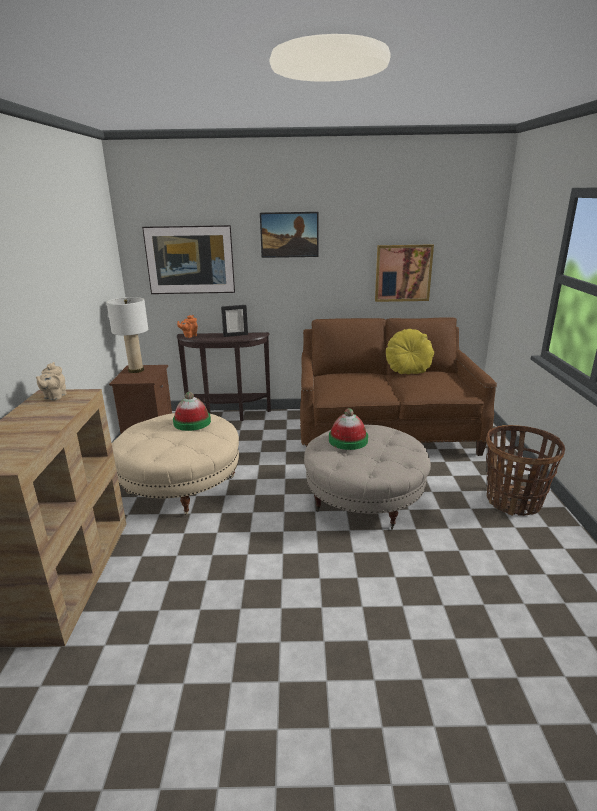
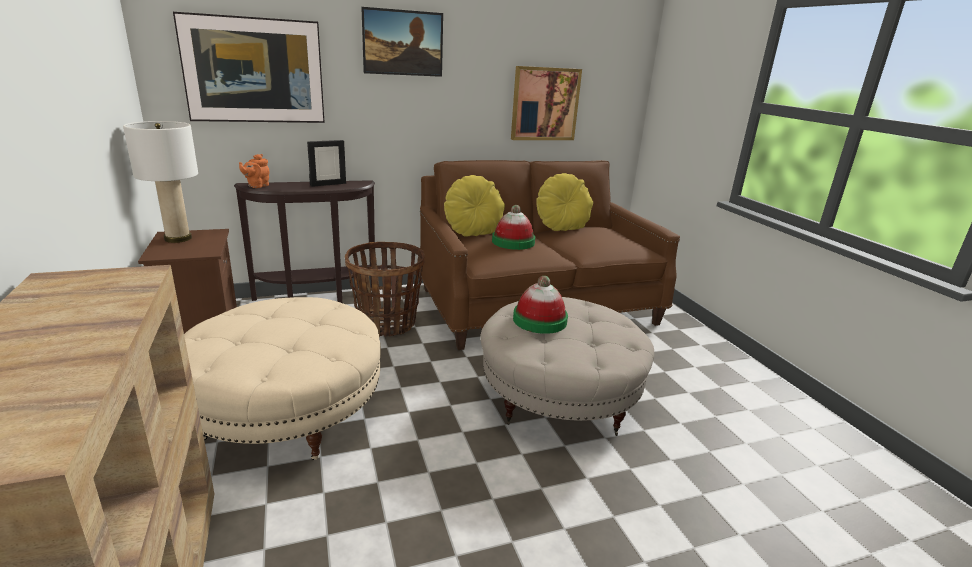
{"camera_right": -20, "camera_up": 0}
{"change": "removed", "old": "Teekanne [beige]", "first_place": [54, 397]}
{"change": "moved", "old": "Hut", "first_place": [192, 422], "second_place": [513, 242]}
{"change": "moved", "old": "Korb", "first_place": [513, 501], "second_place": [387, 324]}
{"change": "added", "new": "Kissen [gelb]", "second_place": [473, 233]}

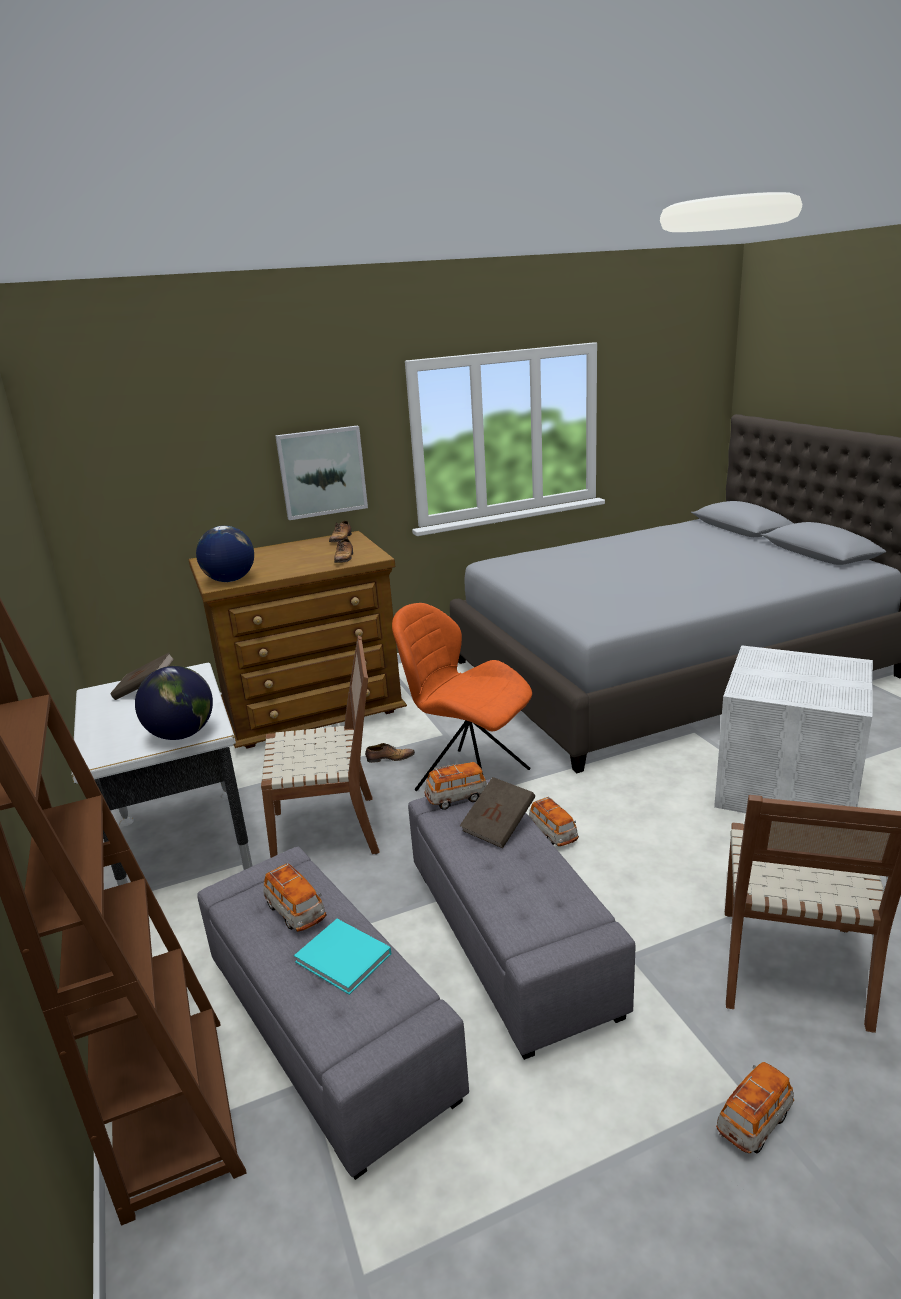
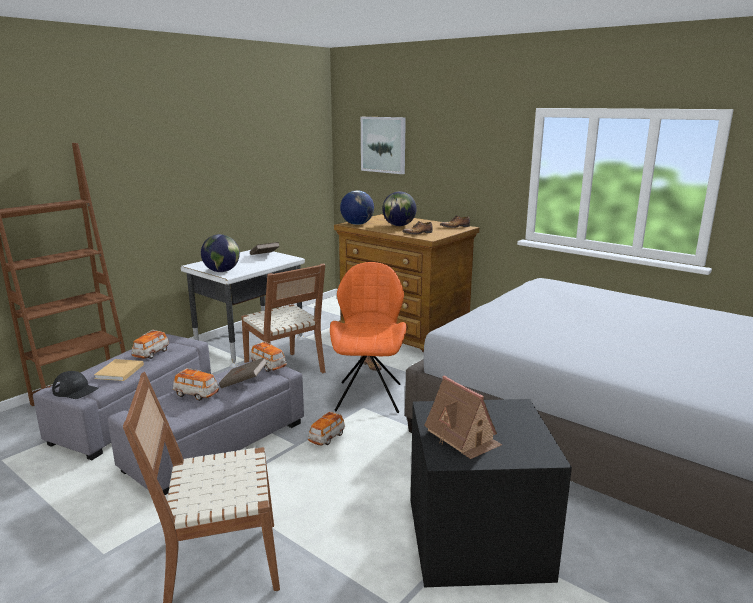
{"camera_right": 60, "camera_up": -5}
{"change": "moved", "old": "Bild", "first_place": [322, 472], "second_place": [383, 144]}
{"change": "recoloured", "old": "Buch [türkis]", "new": "Buch [beige]", "first_place": [345, 959], "second_place": [119, 372]}
{"change": "recoloured", "old": "Aufbewahrungsbox [weiß]", "new": "Aufbewahrungsbox [schwarz]", "first_place": [789, 787], "second_place": [475, 539]}
{"change": "moved", "old": "Spielzeugauto", "first_place": [754, 1121], "second_place": [196, 394]}
{"change": "added", "new": "Kappe [schwarz]", "second_place": [75, 390]}
{"change": "added", "new": "Globus", "second_place": [399, 225]}
{"change": "added", "new": "Spielzeughaus", "second_place": [462, 437]}

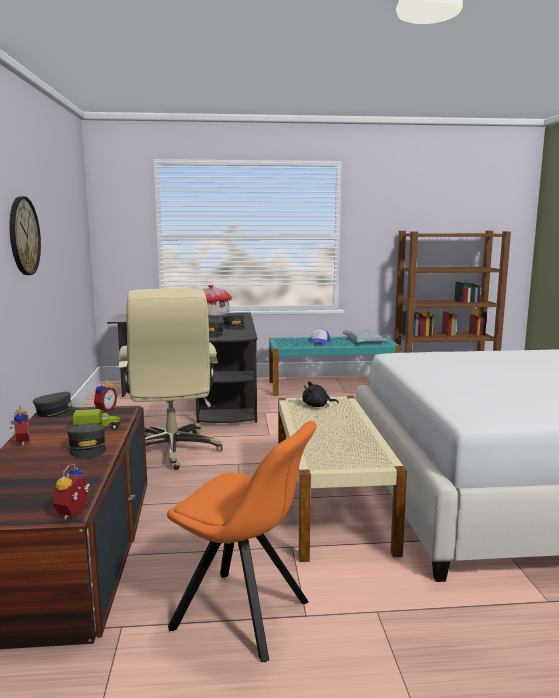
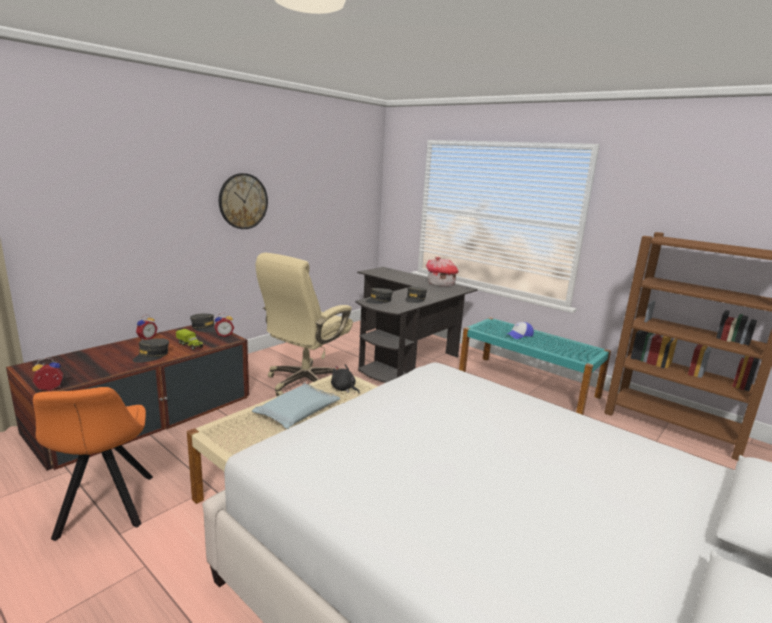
{"camera_right": 45, "camera_up": 5}
{"change": "moved", "old": "Kissen [blau]", "first_place": [364, 340], "second_place": [297, 410]}

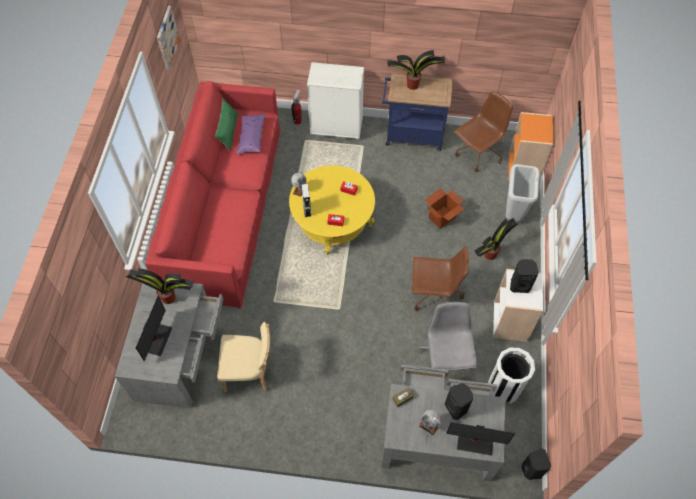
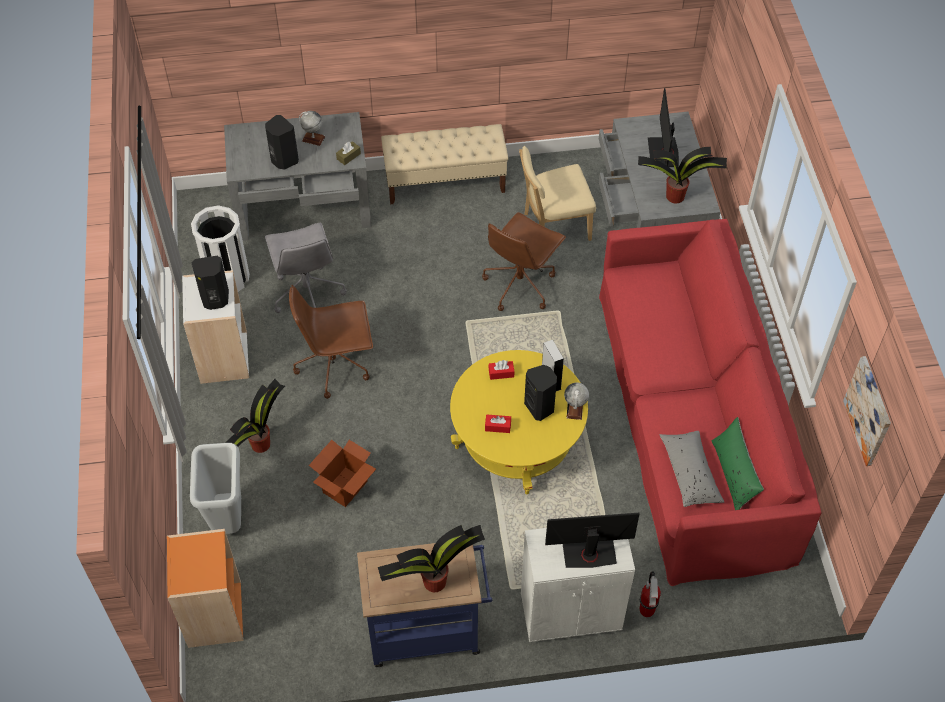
{"camera_right": 165, "camera_up": -5}
{"change": "recoloured", "old": "Kissen [lila]", "new": "Kissen [grau]", "first_place": [251, 137], "second_place": [690, 473]}
{"change": "moved", "old": "Monitor", "first_place": [475, 440], "second_place": [588, 551]}
{"change": "moved", "old": "Bürostuhl [braun]", "first_place": [477, 154], "second_place": [521, 284]}
{"change": "moved", "old": "Lautsprecher [schwarz]", "first_place": [531, 469], "second_place": [540, 407]}
{"change": "added", "new": "Bank [beige]", "second_place": [445, 182]}

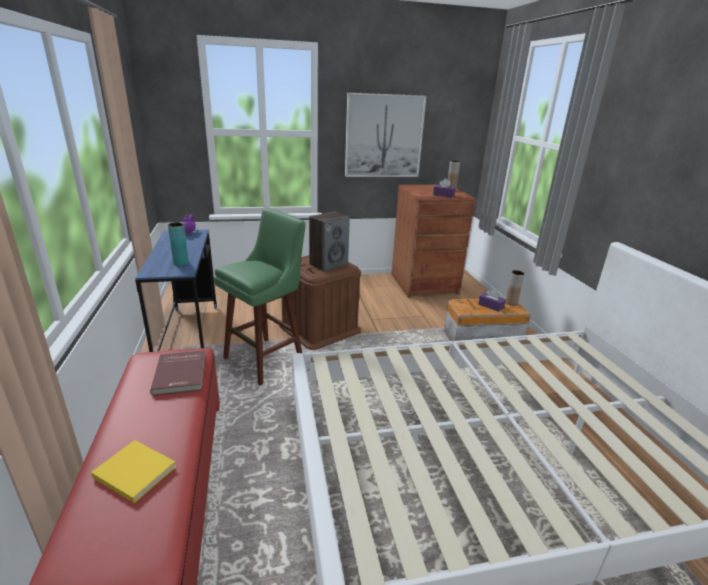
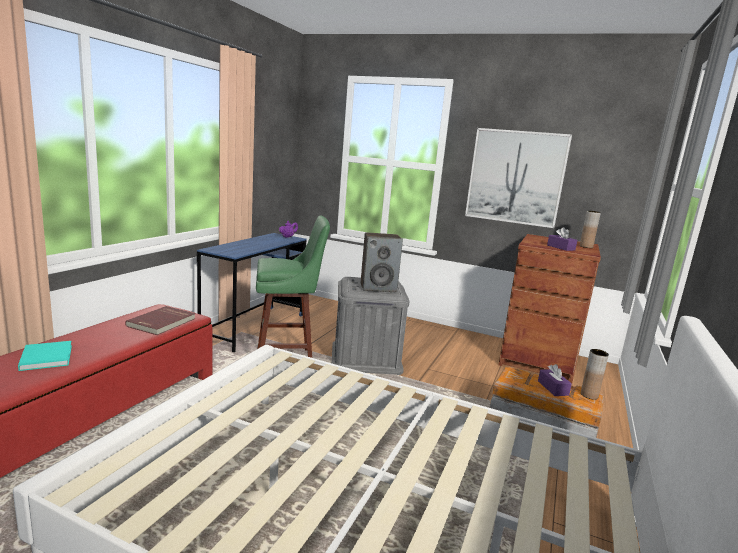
{"camera_right": 35, "camera_up": -10}
{"change": "recoloured", "old": "Buch [gelb]", "new": "Buch [türkis]", "first_place": [133, 471], "second_place": [47, 356]}
{"change": "removed", "old": "Vase [türkis]", "first_place": [181, 263]}
{"change": "recoloured", "old": "Aufbewahrungsbox [braun]", "new": "Aufbewahrungsbox [grau]", "first_place": [319, 328], "second_place": [366, 358]}

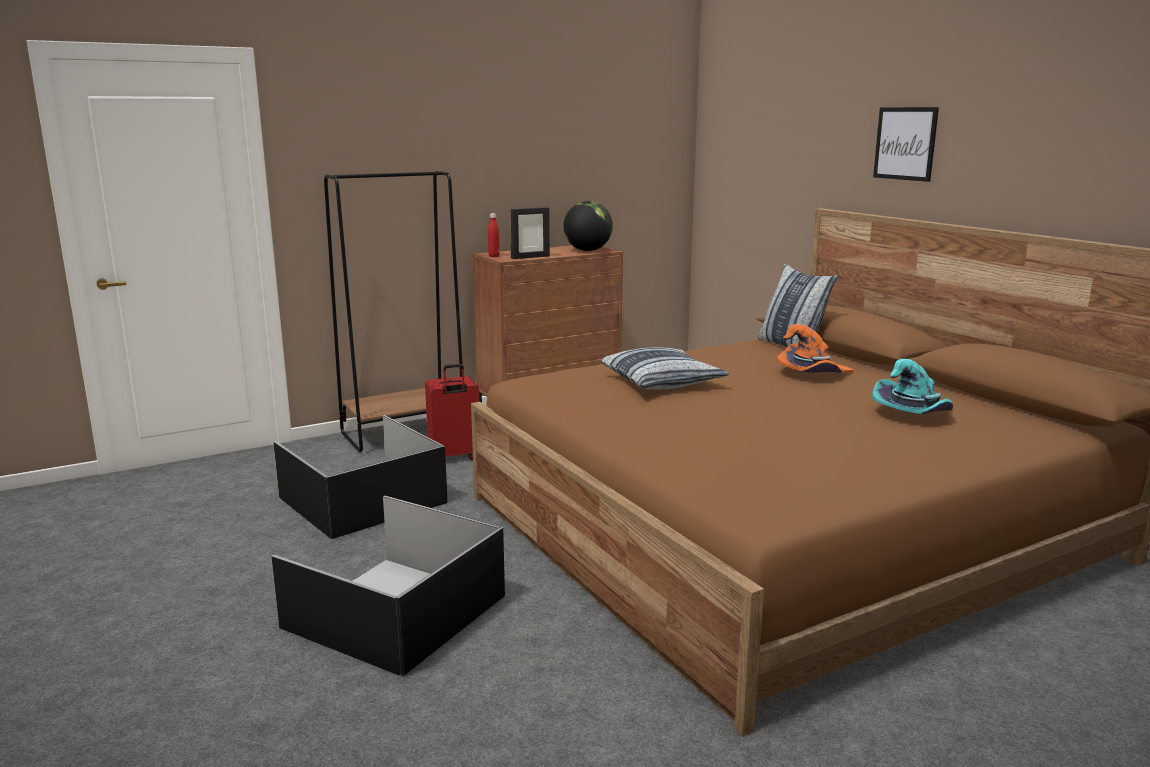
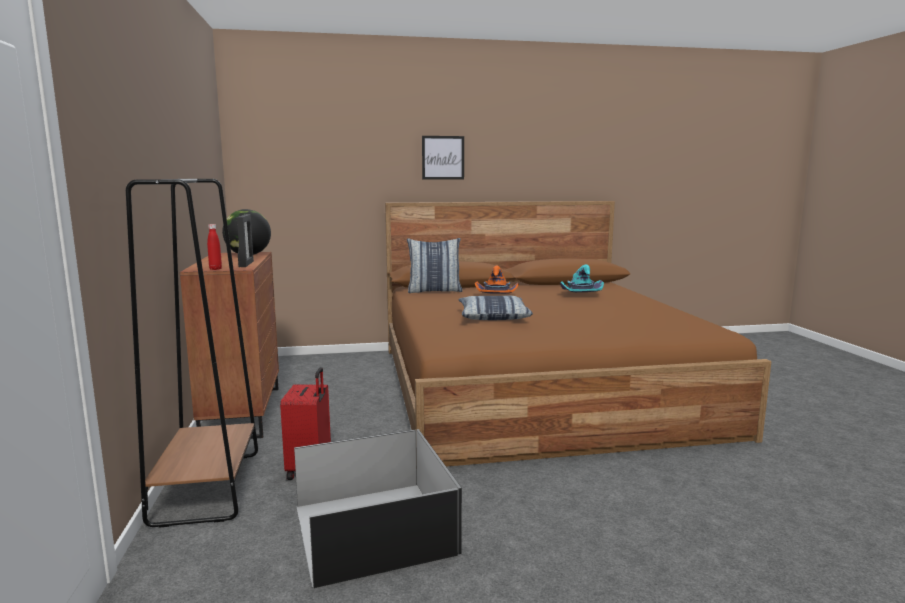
{"camera_right": -70, "camera_up": -5}
{"change": "removed", "old": "Aufbewahrungsbox [schwarz]", "first_place": [397, 610]}

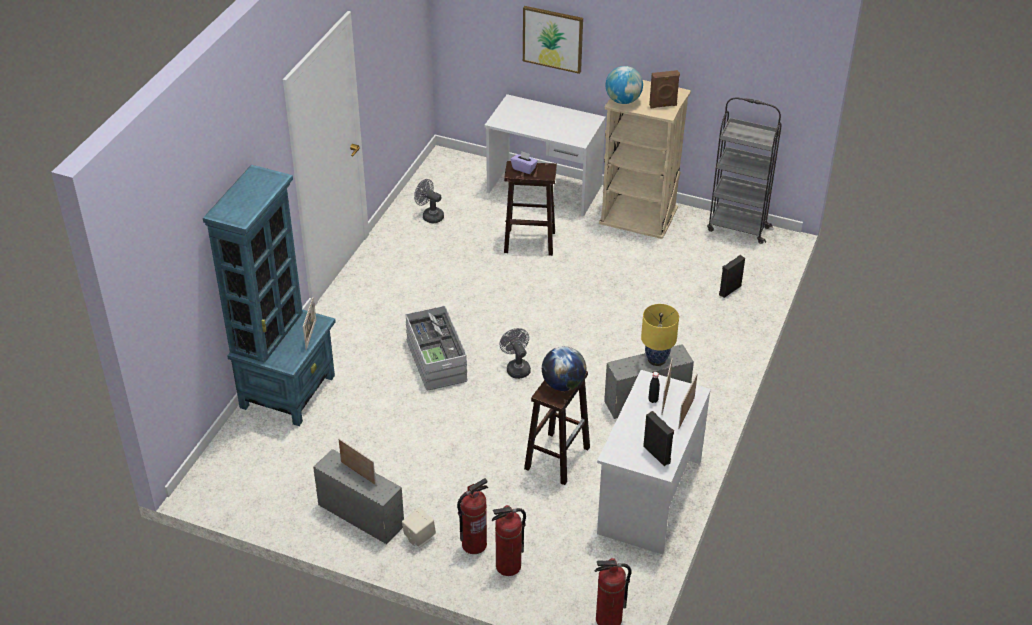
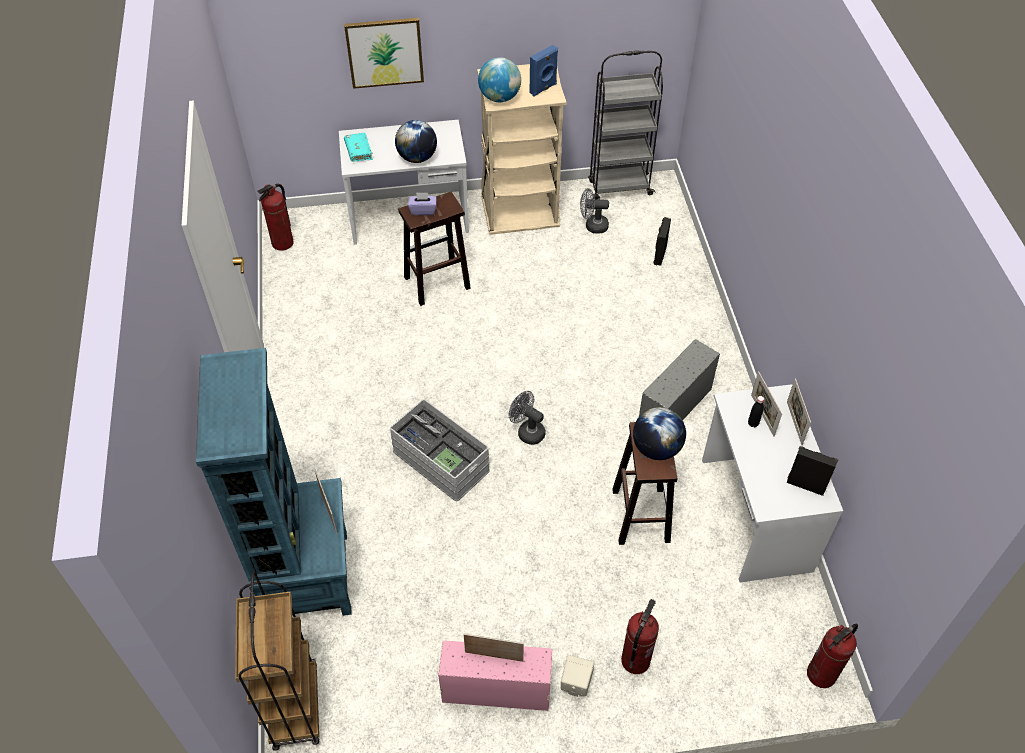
{"camera_right": -30, "camera_up": 10}
{"change": "recoloured", "old": "Aufbewahrungsbox [grau]", "new": "Aufbewahrungsbox [rosa]", "first_place": [359, 514], "second_place": [494, 689]}
{"change": "moved", "old": "Ventilator [grau]", "first_place": [430, 216], "second_place": [592, 226]}
{"change": "moved", "old": "Feuerlöscher", "first_place": [508, 566], "second_place": [282, 243]}
{"change": "removed", "old": "Tischlampe [gelb]", "first_place": [656, 359]}
{"change": "recoloured", "old": "Lautsprecher [braun]", "new": "Lautsprecher [blau]", "first_place": [663, 105], "second_place": [543, 89]}
{"change": "added", "new": "Rollwagen [braun]", "second_place": [295, 708]}
{"change": "added", "new": "Buch [türkis]", "second_place": [358, 151]}
{"change": "added", "new": "Globus", "second_place": [417, 157]}

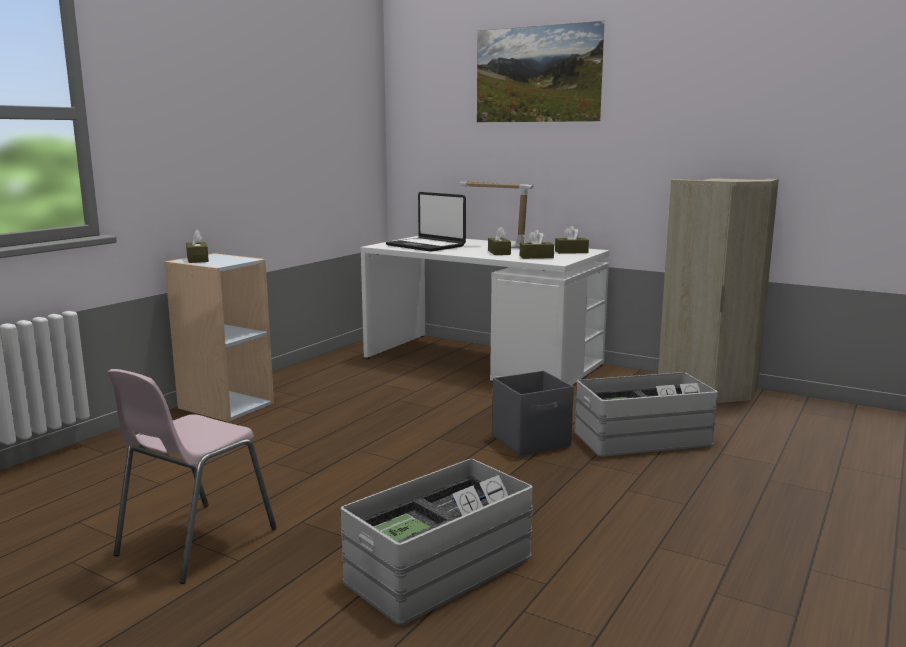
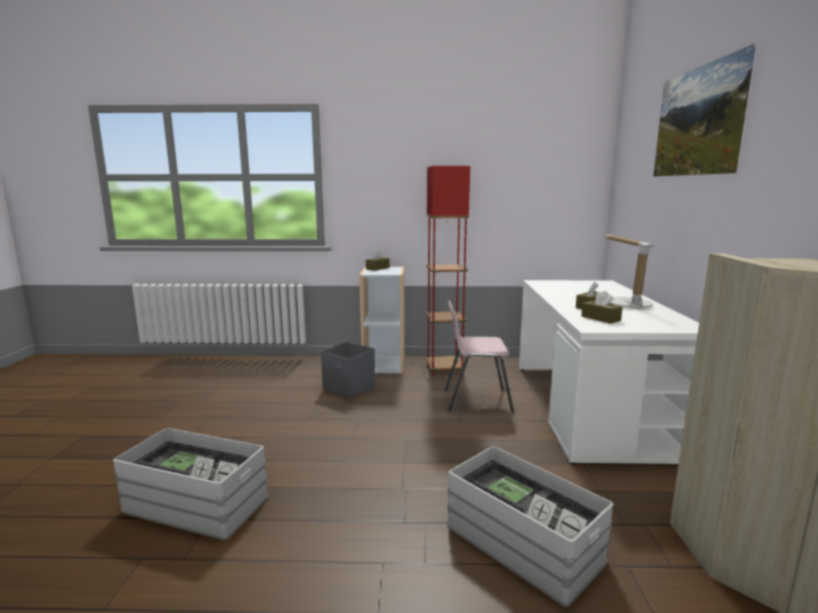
{"camera_right": 60, "camera_up": 0}
{"change": "moved", "old": "Stuhl [rosa]", "first_place": [194, 542], "second_place": [476, 399]}
{"change": "removed", "old": "Laptop", "first_place": [426, 246]}
{"change": "moved", "old": "Aufbewahrungsbox [grau]", "first_place": [532, 441], "second_place": [349, 388]}
{"change": "removed", "old": "Taschentuchbox [braun]", "first_place": [571, 252]}
{"change": "added", "new": "Stehlampe [rot]", "second_place": [444, 368]}

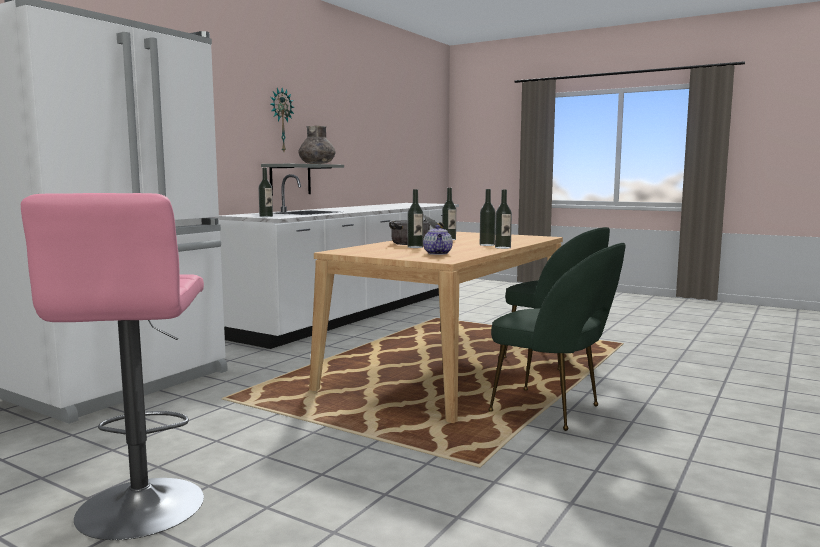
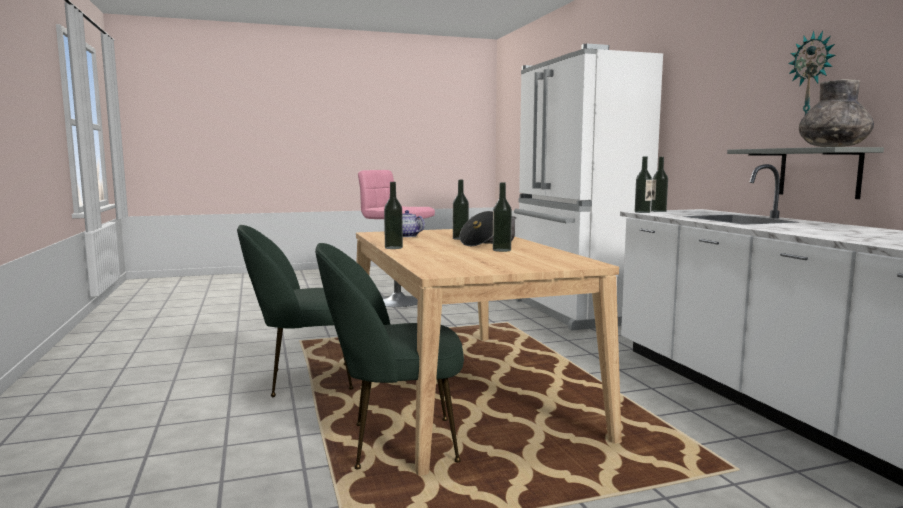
{"camera_right": 130, "camera_up": 0}
{"change": "moved", "old": "Flasche", "first_place": [487, 245], "second_place": [642, 212]}

